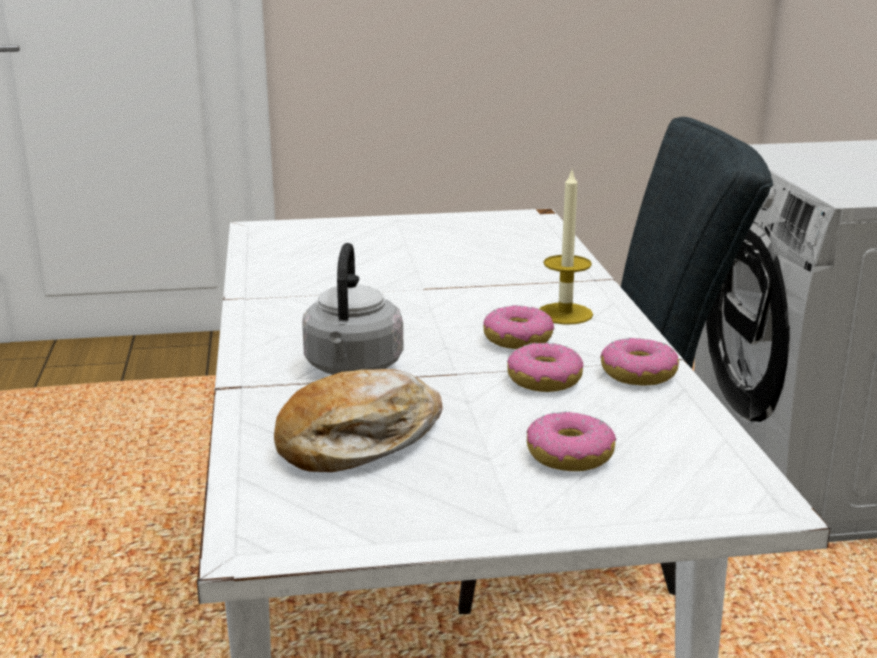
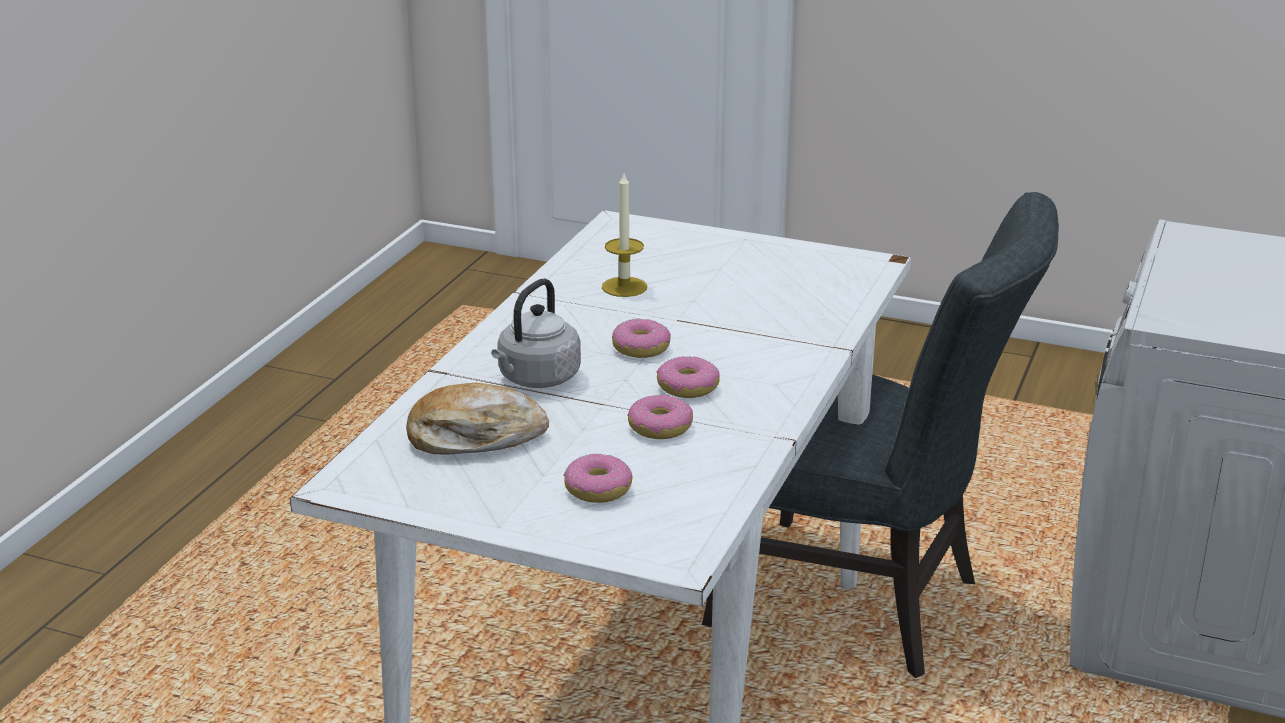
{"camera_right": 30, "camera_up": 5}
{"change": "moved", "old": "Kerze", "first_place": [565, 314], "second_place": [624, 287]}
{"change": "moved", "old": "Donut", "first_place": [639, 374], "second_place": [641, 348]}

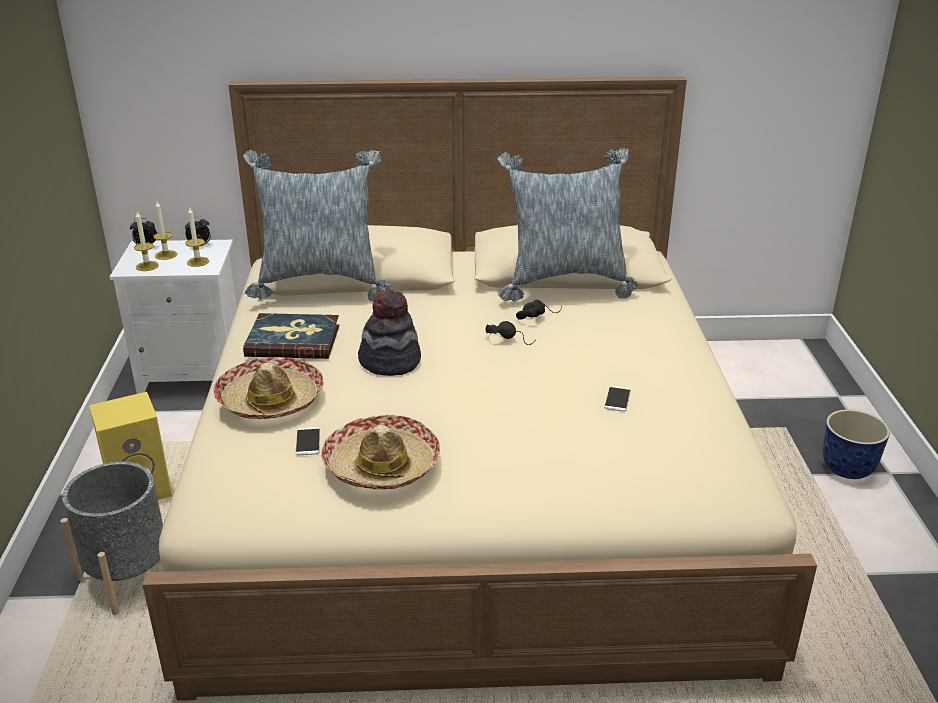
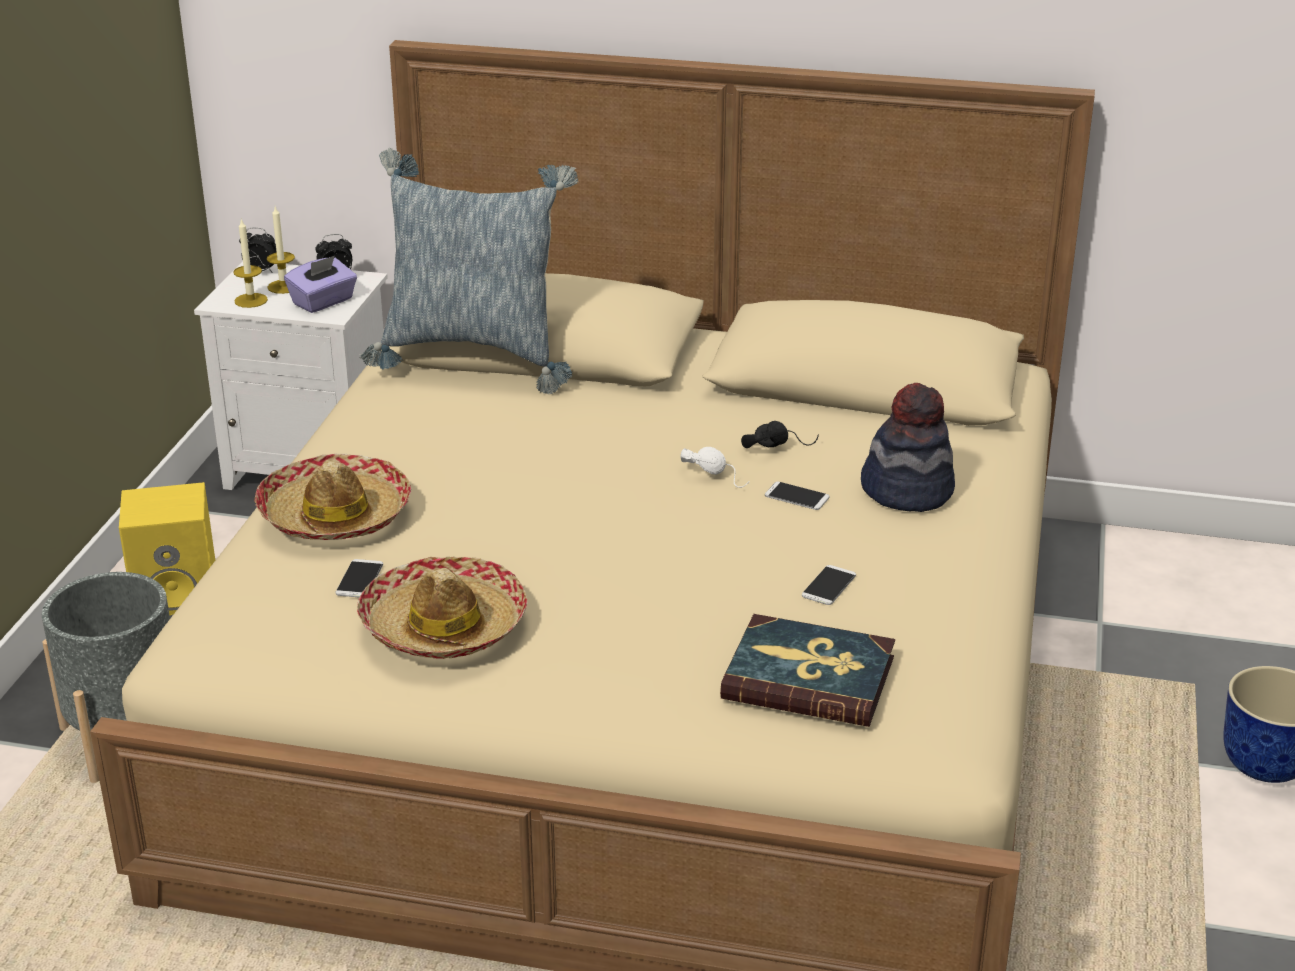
{"camera_right": 15, "camera_up": 0}
{"change": "replaced", "old": "Kerze", "new": "Taschentuchbox [lila]", "first_place": [198, 262], "second_place": [323, 302]}
{"change": "moved", "old": "Buch", "first_place": [293, 340], "second_place": [809, 677]}
{"change": "moved", "old": "Hut", "first_place": [390, 361], "second_place": [907, 490]}
{"change": "recoloured", "old": "Kopfhörer [schwarz]", "new": "Kopfhörer [weiß]", "first_place": [510, 339], "second_place": [717, 475]}
{"change": "removed", "old": "Kissen", "first_place": [562, 290]}
{"change": "added", "new": "Handy", "second_place": [797, 497]}

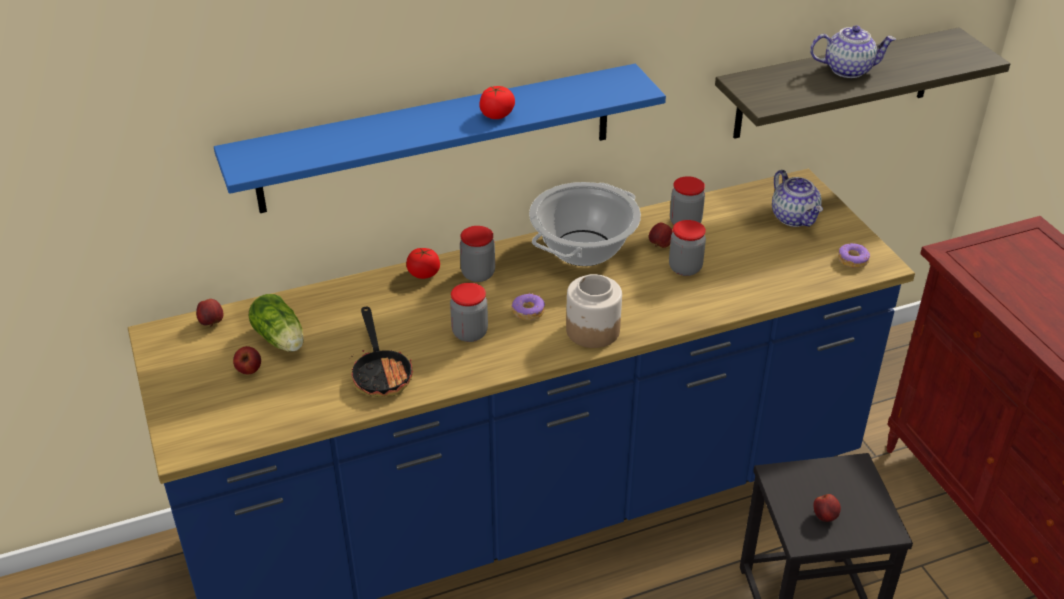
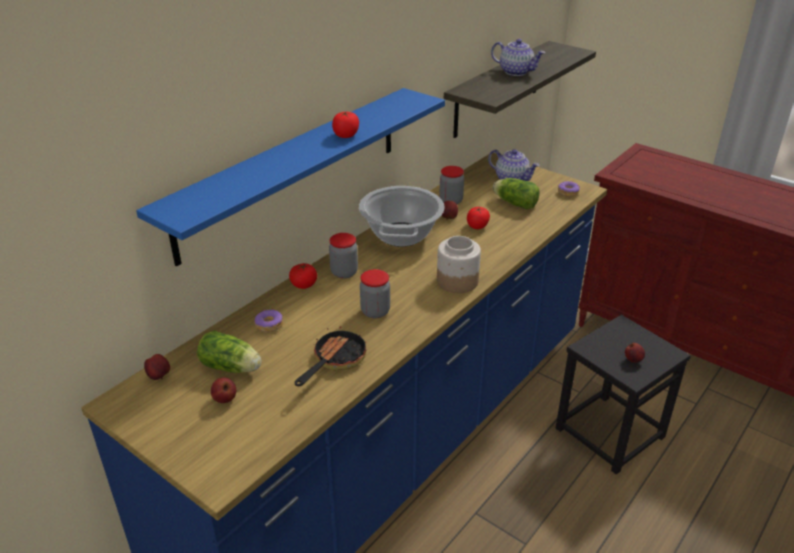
{"camera_right": -30, "camera_up": -5}
{"change": "turned", "old": "Pfanne", "first_place": [381, 372], "second_place": [335, 361], "degrees": -105}
{"change": "moved", "old": "Donut", "first_place": [528, 312], "second_place": [269, 325]}
{"change": "replaced", "old": "Vorratsglas", "new": "Tomate", "first_place": [685, 268], "second_place": [477, 226]}
{"change": "turned", "old": "Teekanne", "first_place": [848, 69], "second_place": [516, 72], "degrees": 60}
{"change": "added", "new": "Salatkopf", "second_place": [514, 203]}

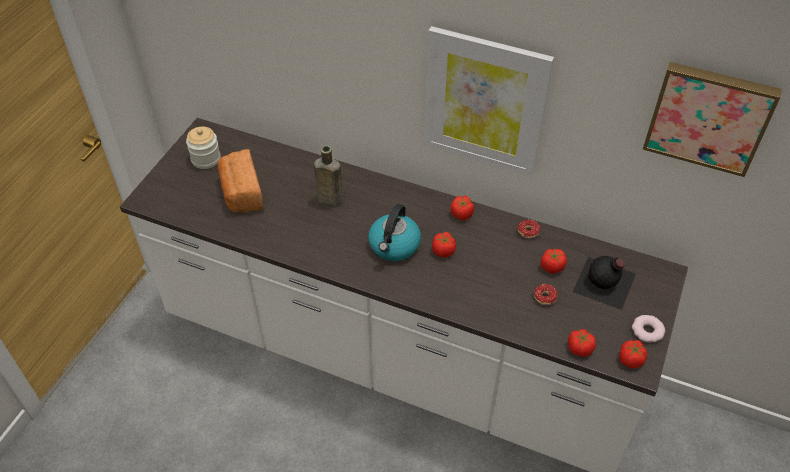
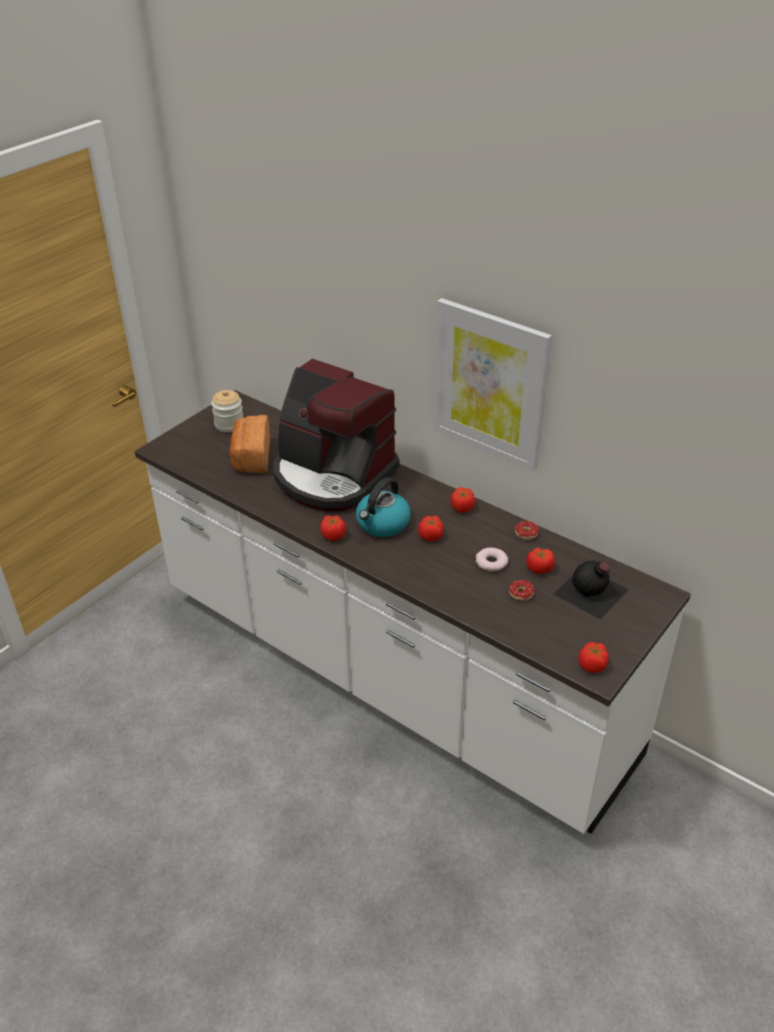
{"camera_right": 15, "camera_up": -10}
{"change": "replaced", "old": "Flasche [braun]", "new": "Kaffeemaschine", "first_place": [328, 200], "second_place": [332, 475]}
{"change": "moved", "old": "Tomate", "first_place": [579, 348], "second_place": [333, 535]}
{"change": "moved", "old": "Donut", "first_place": [647, 331], "second_place": [491, 562]}
{"change": "removed", "old": "Bild", "first_place": [709, 116]}

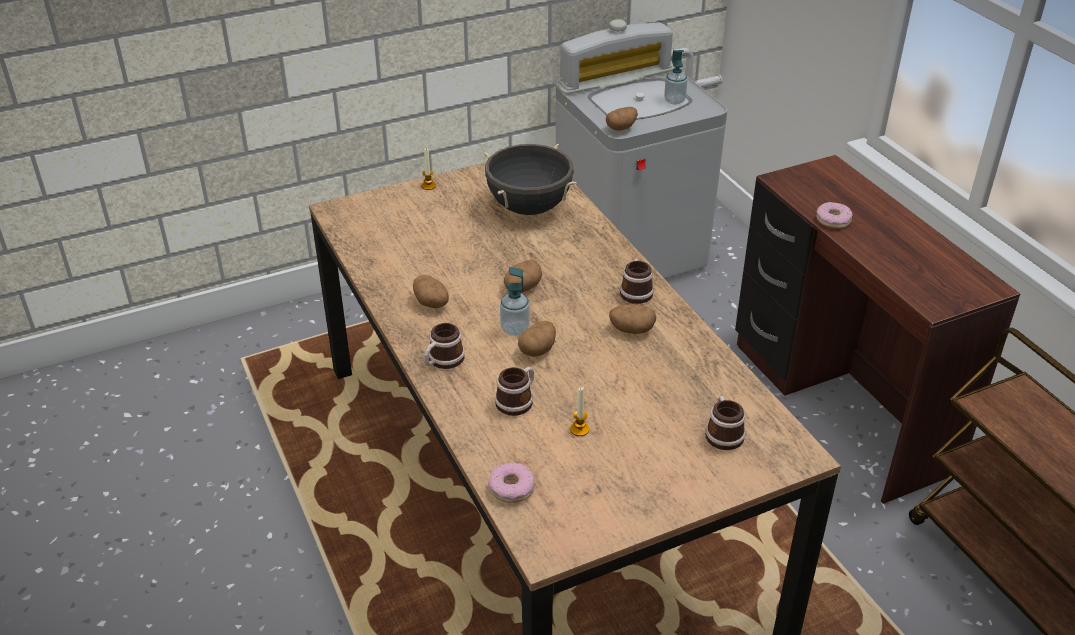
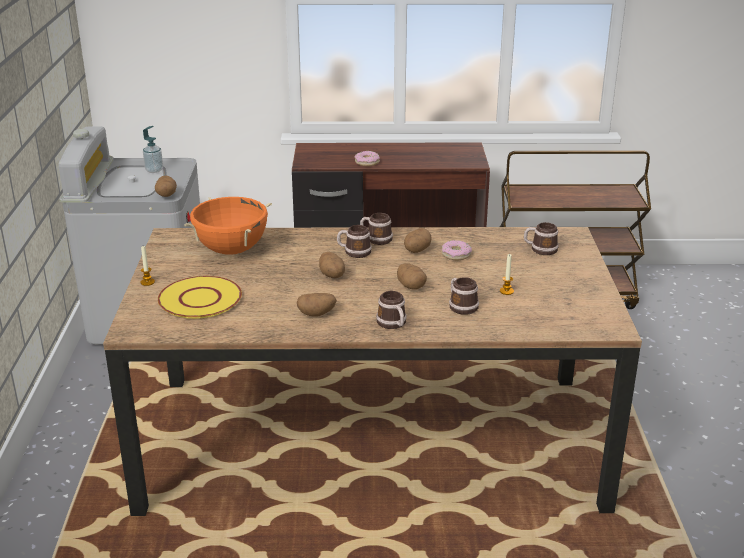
{"camera_right": -65, "camera_up": -10}
{"change": "recoloured", "old": "Kochtopf [schwarz]", "new": "Kochtopf [orange]", "first_place": [529, 207], "second_place": [231, 250]}
{"change": "moved", "old": "Donut", "first_place": [512, 488], "second_place": [456, 255]}
{"change": "removed", "old": "Seifenspender", "first_place": [515, 329]}
{"change": "added", "new": "Teller [gelb]", "second_place": [200, 299]}
{"change": "added", "new": "Henkelbecher", "second_place": [354, 252]}

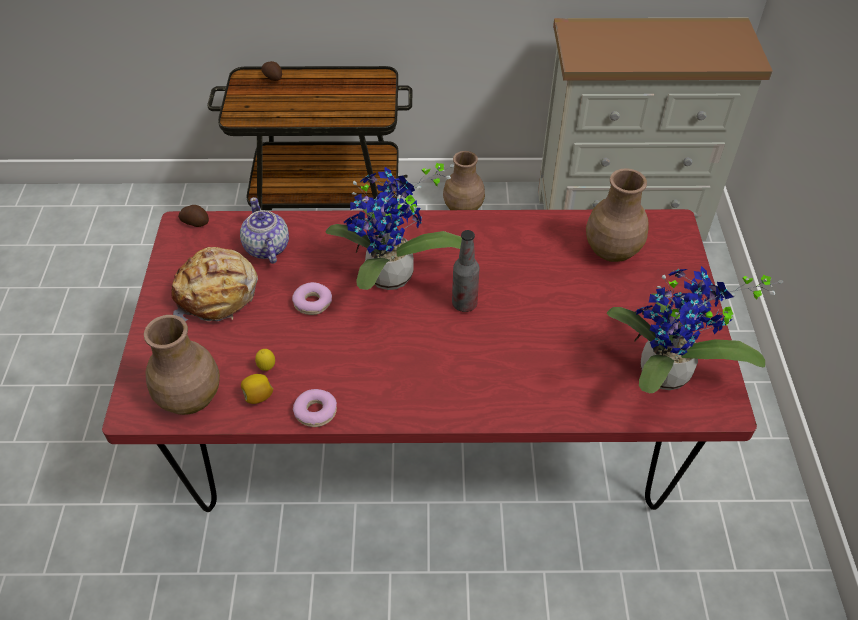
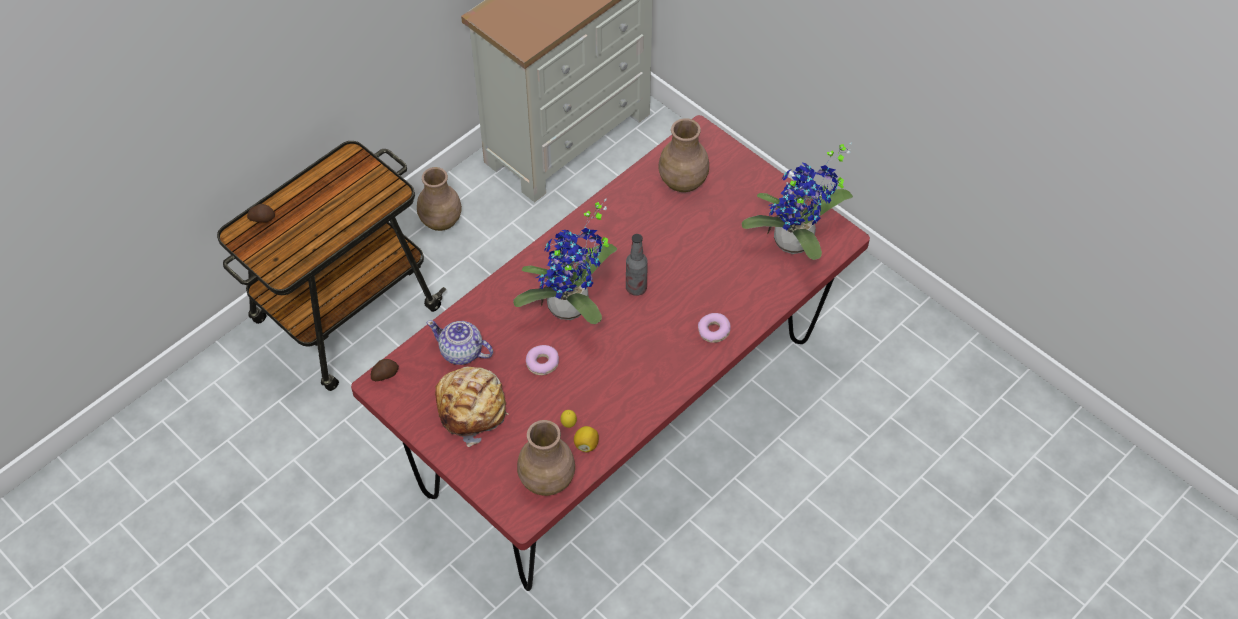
{"camera_right": -45, "camera_up": 5}
{"change": "moved", "old": "Donut", "first_place": [315, 412], "second_place": [713, 331]}

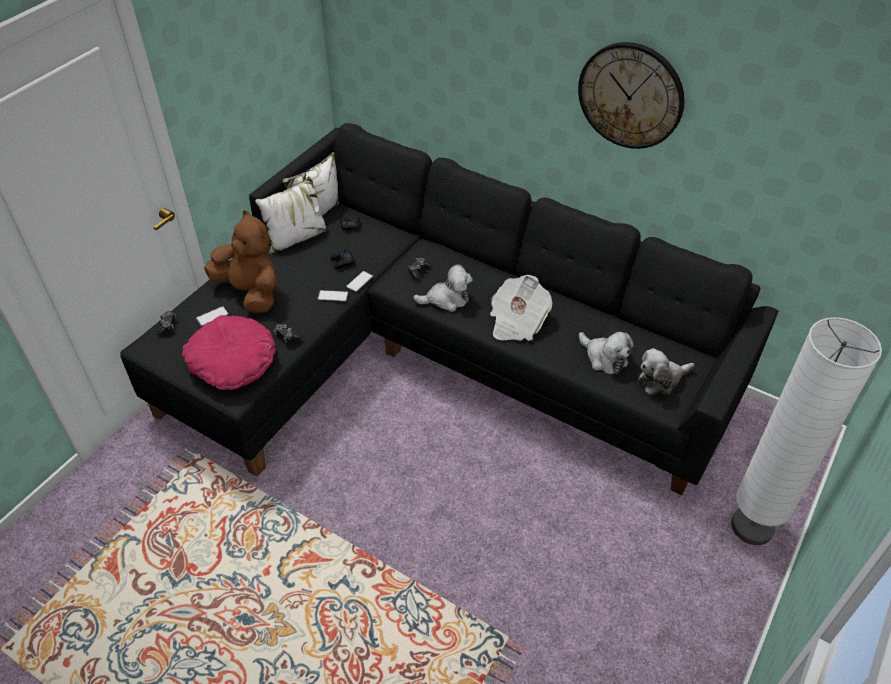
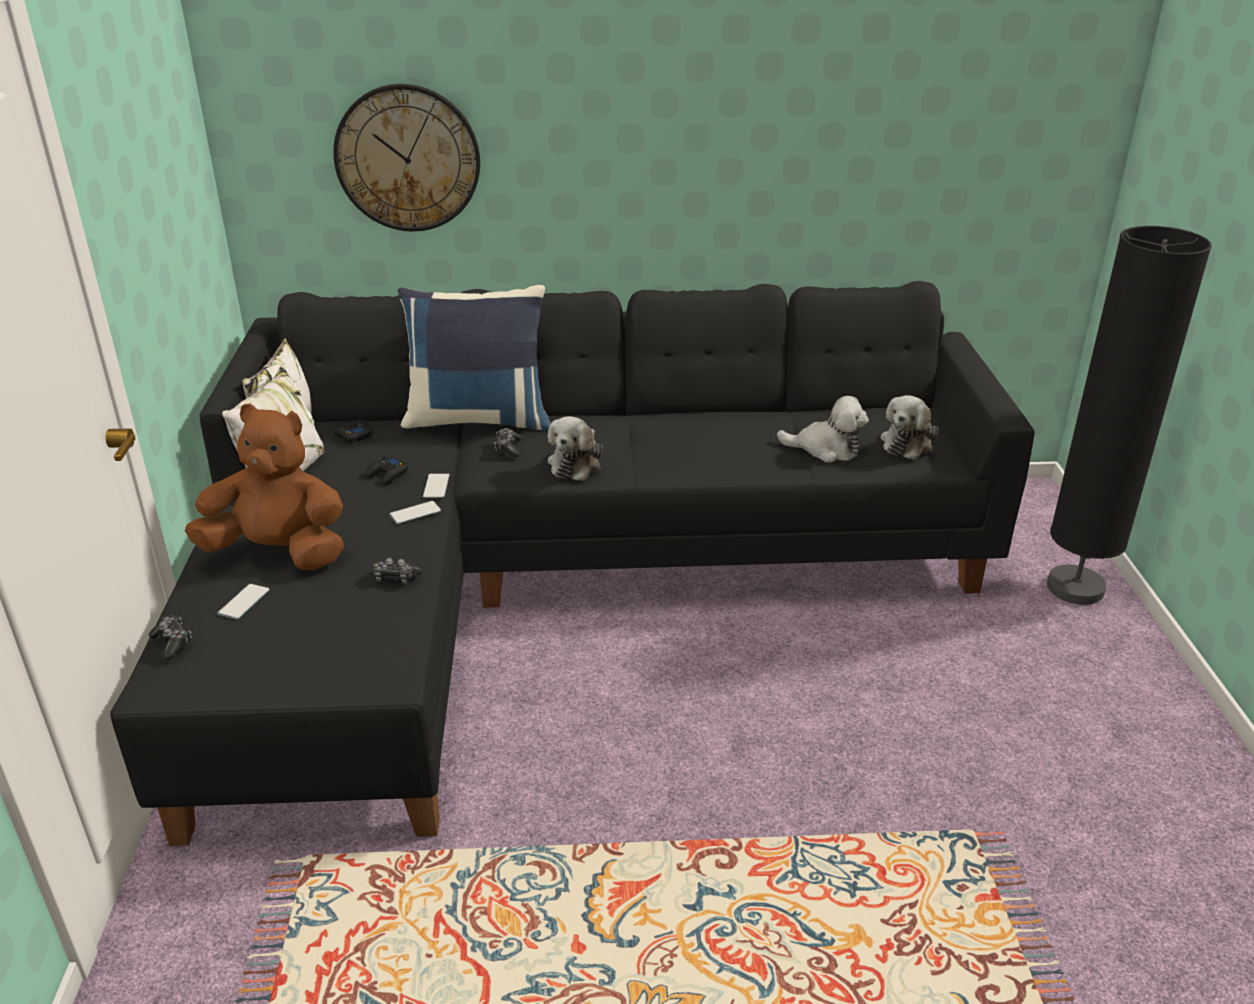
{"camera_right": -35, "camera_up": -15}
{"change": "removed", "old": "Kissen [rosa]", "first_place": [234, 361]}
{"change": "turned", "old": "Plüschtier", "first_place": [446, 299], "second_place": [576, 463], "degrees": 150}
{"change": "removed", "old": "Zeitung", "first_place": [517, 322]}
{"change": "moved", "old": "Wanduhr", "first_place": [631, 95], "second_place": [407, 158]}
{"change": "recoloured", "old": "Stehlampe [weiß]", "new": "Stehlampe [schwarz]", "first_place": [752, 527], "second_place": [1075, 588]}
{"change": "added", "new": "Kissen [blau]", "second_place": [479, 419]}

